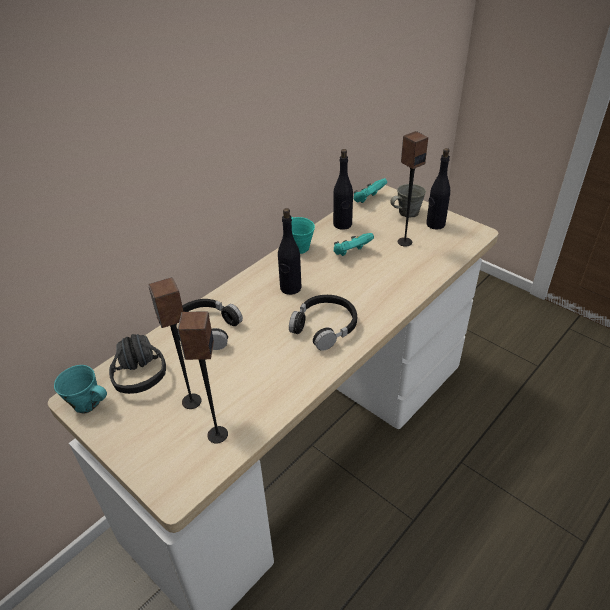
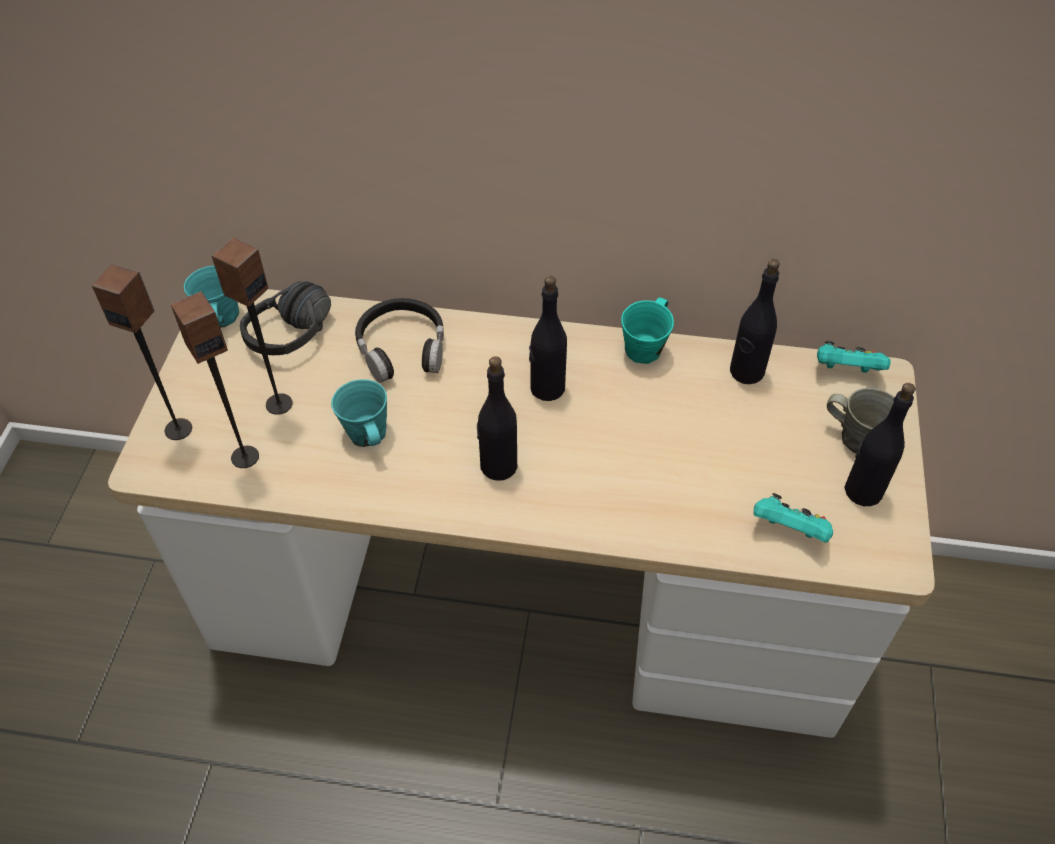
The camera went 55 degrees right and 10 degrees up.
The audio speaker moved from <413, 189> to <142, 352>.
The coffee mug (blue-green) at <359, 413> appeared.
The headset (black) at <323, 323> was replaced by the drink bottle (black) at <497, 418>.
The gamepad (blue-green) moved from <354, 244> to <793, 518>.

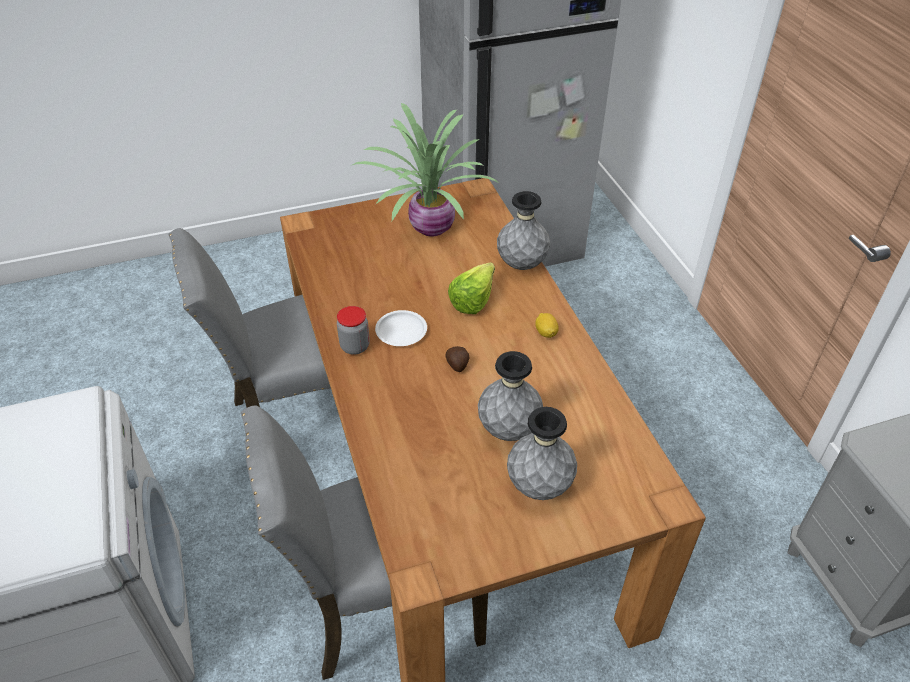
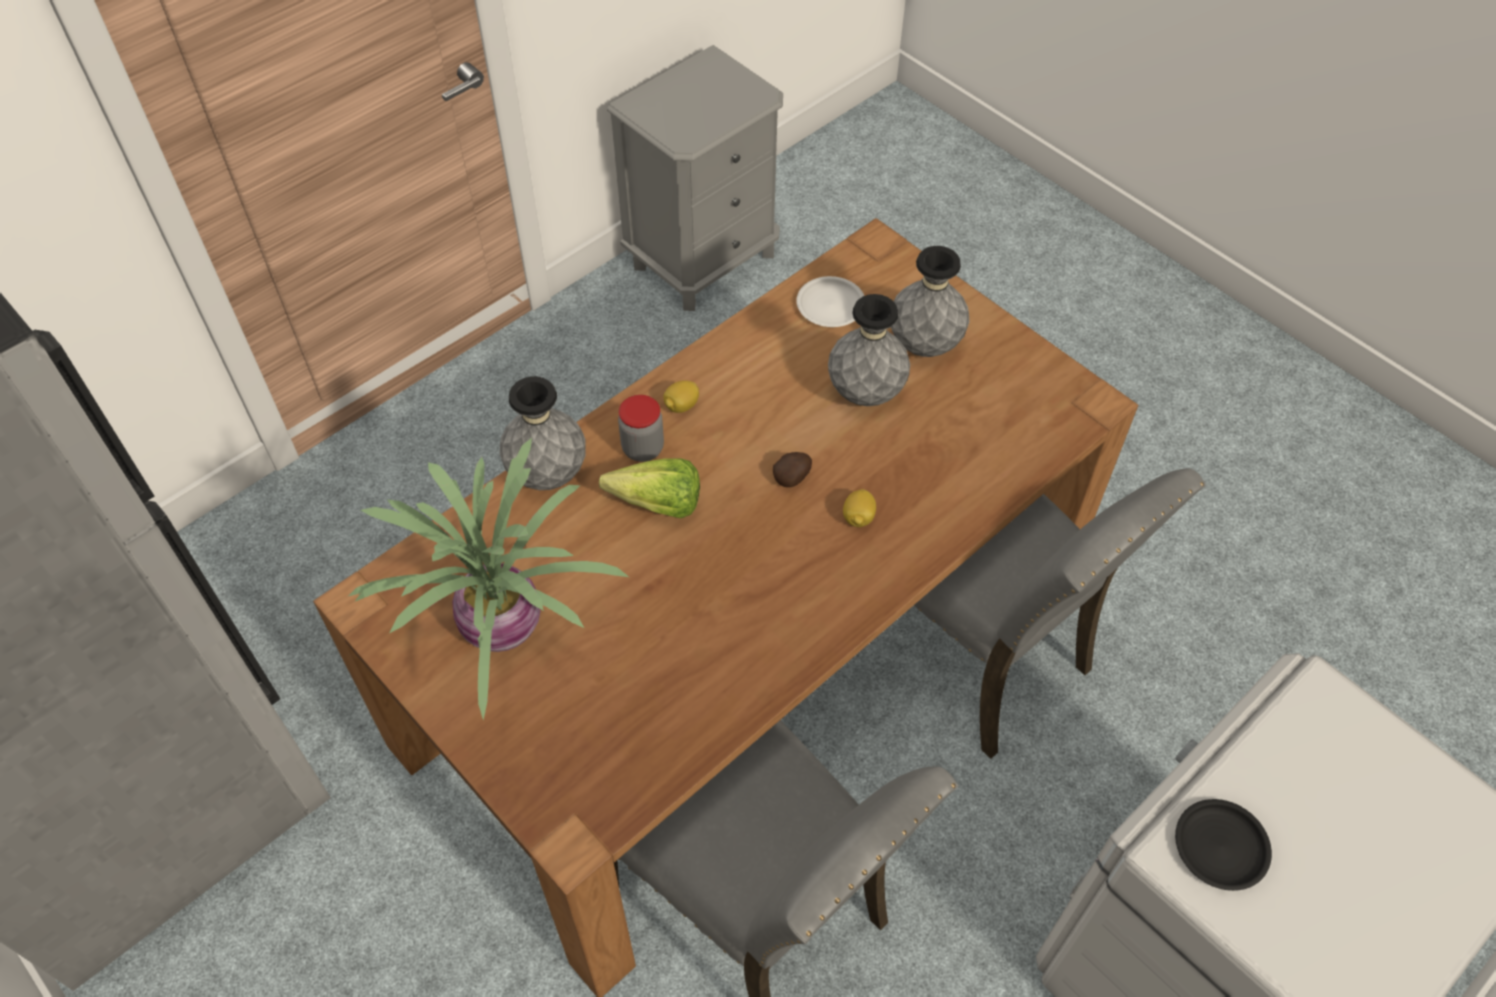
The camera went 115 degrees left and 10 degrees up.
The storage jar moved from <353, 330> to <641, 428>.
The dinner plate (whitish) moved from <401, 328> to <830, 301>.
The citrus fruit at <859, 508> appeared.
The dinner plate (black) at <1223, 845> appeared.

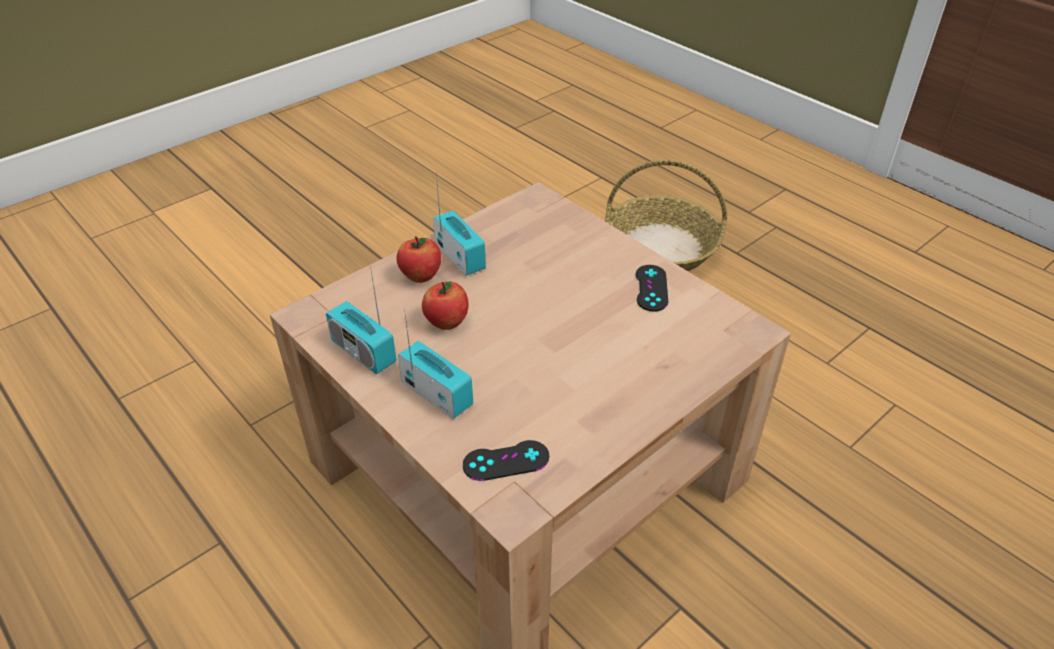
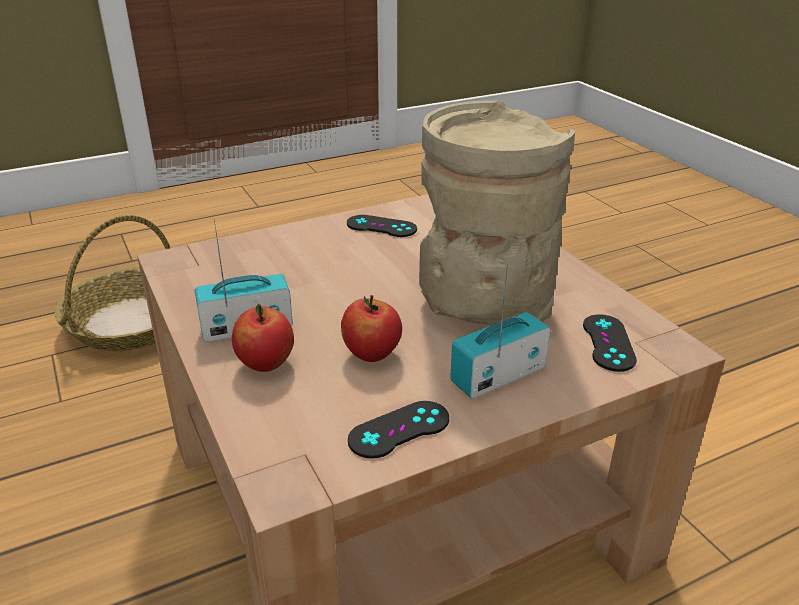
The camera went 75 degrees left and 10 degrees down.
The radio at <361, 319> was replaced by the gamepad (black) at <398, 430>.
The vase (sand-coloured) at <497, 212> appeared.

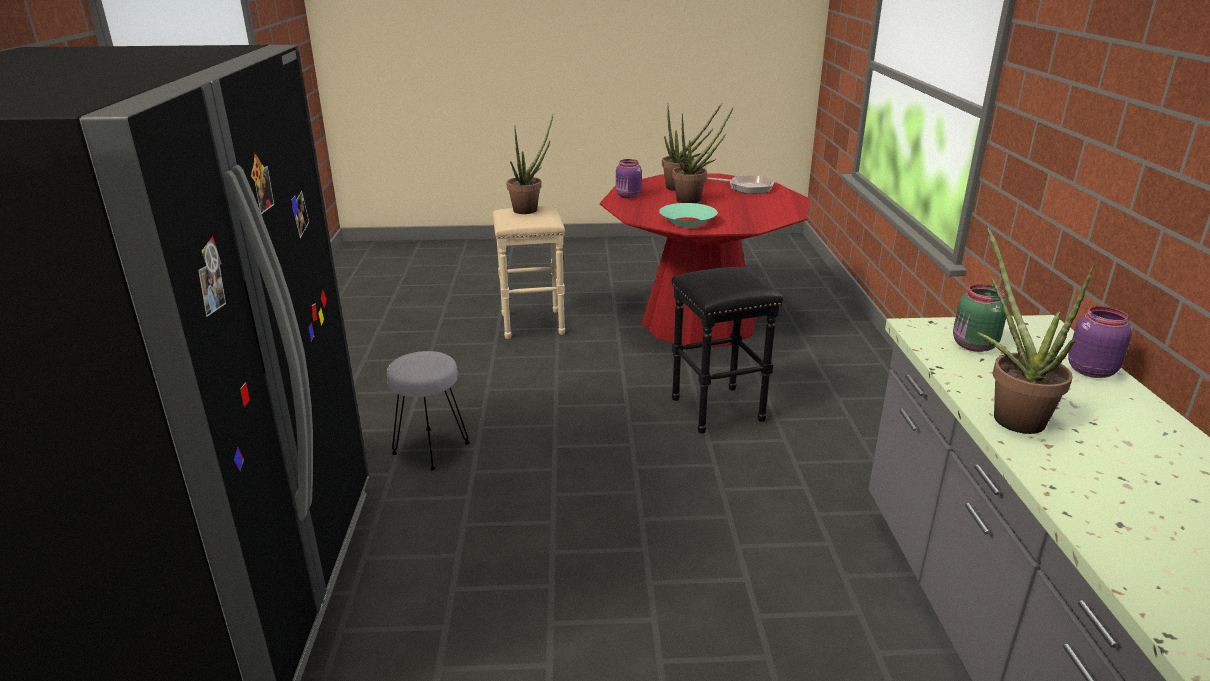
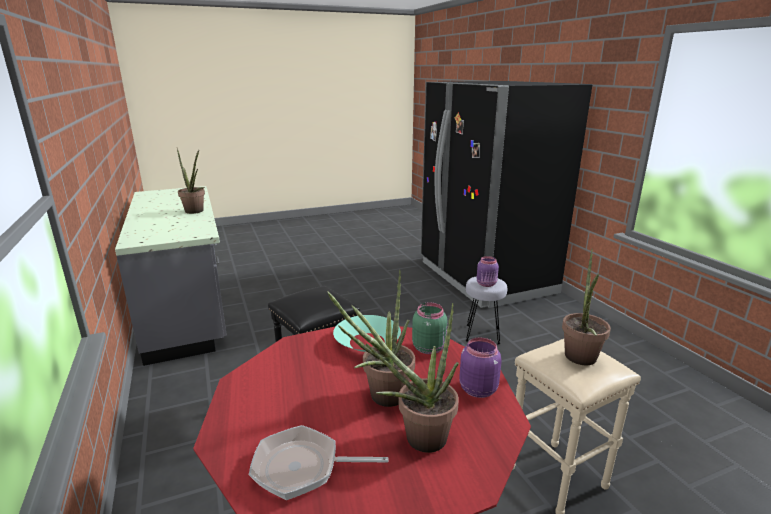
The camera went 160 degrees right and 5 degrees down.
The storage jar (green) moved from <980, 318> to <429, 328>.
The storage jar (purple-coloured) moved from <1100, 342> to <488, 271>.

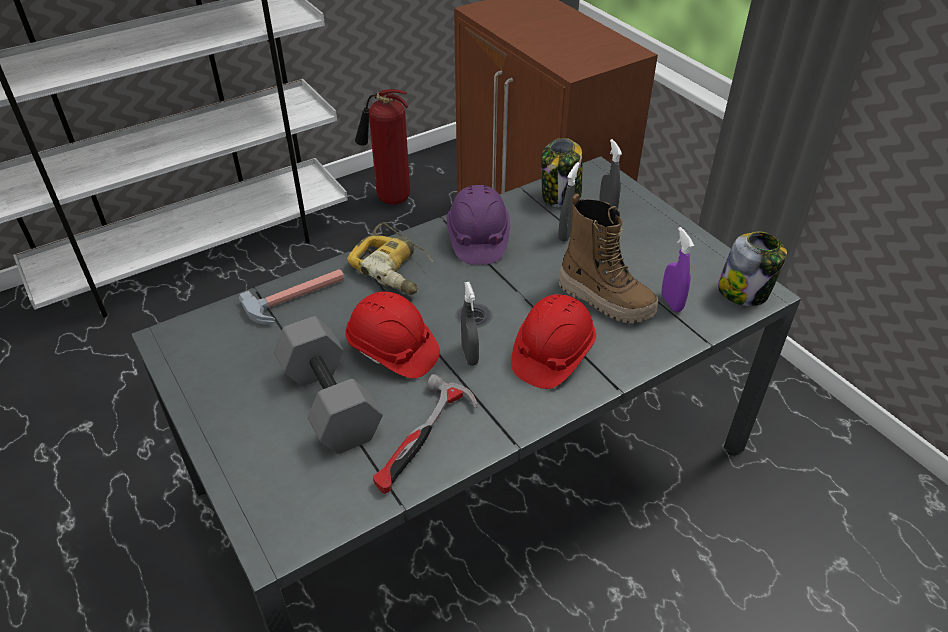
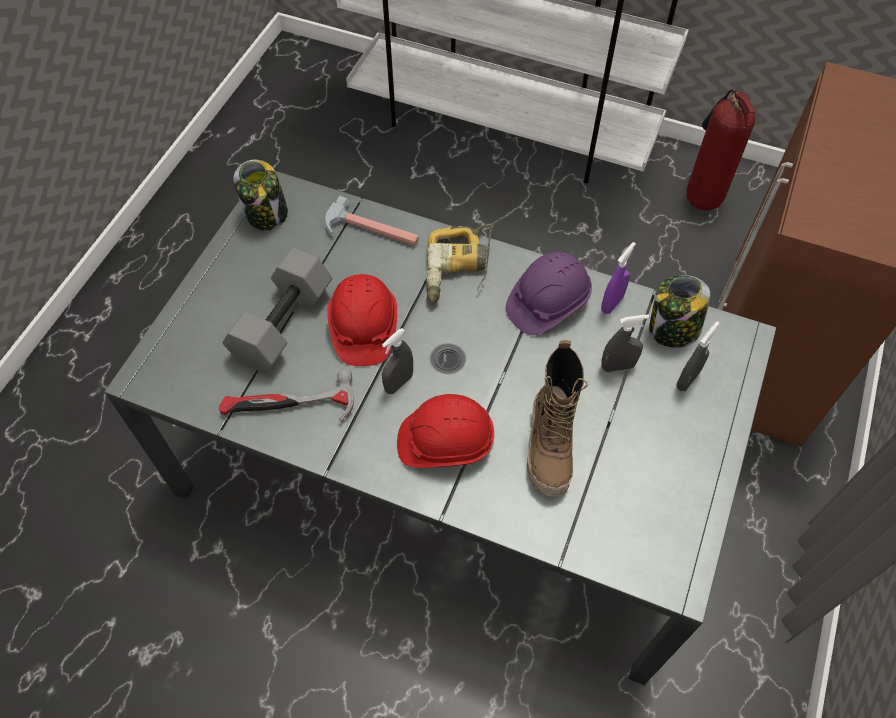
The camera went 55 degrees right and 15 degrees up.
The storage jar moved from <752, 269> to <260, 195>.
The sprayer (purple-coloured) moved from <678, 269> to <618, 278>.

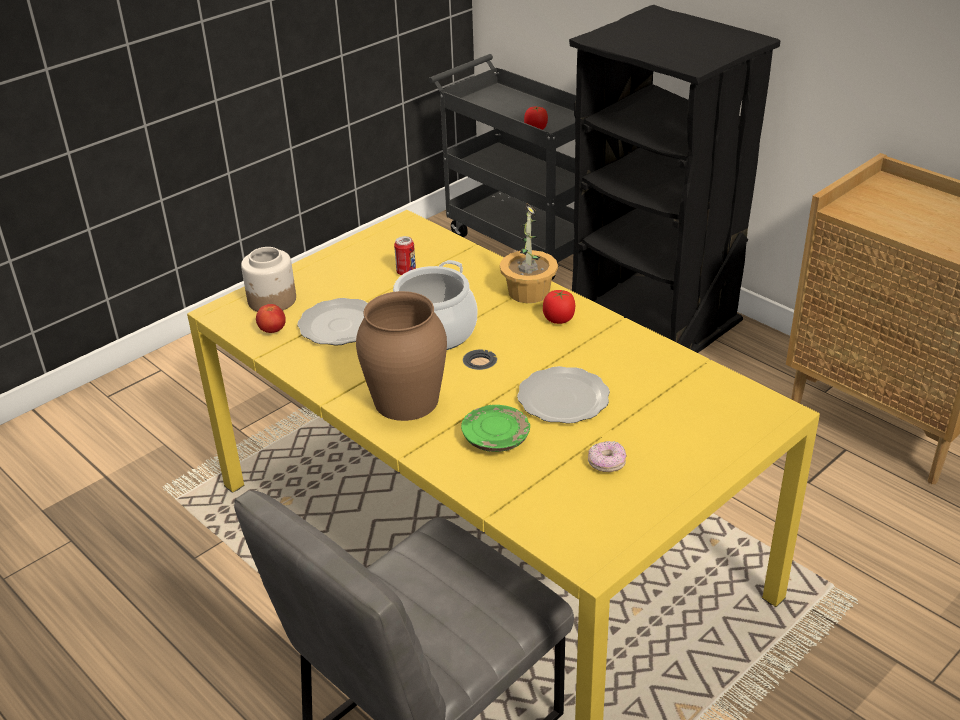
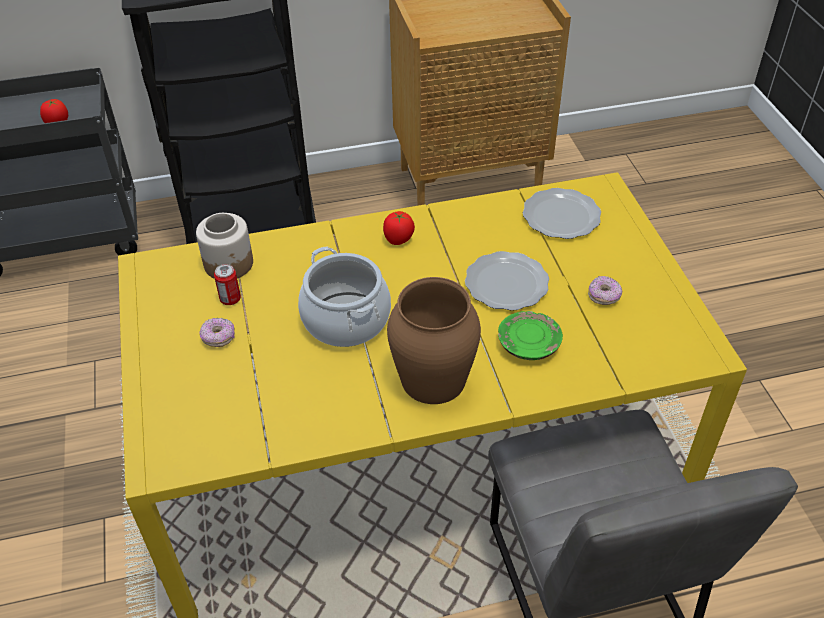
The camera went 60 degrees left and 10 degrees up.
The storage jar moved from <268, 279> to <224, 246>.
The donut at <217, 332> appeared.
The dinner plate moved from <332, 322> to <562, 213>.
The tomato at <271, 318> disappeared.
The plant in a pot at <529, 253> disappeared.

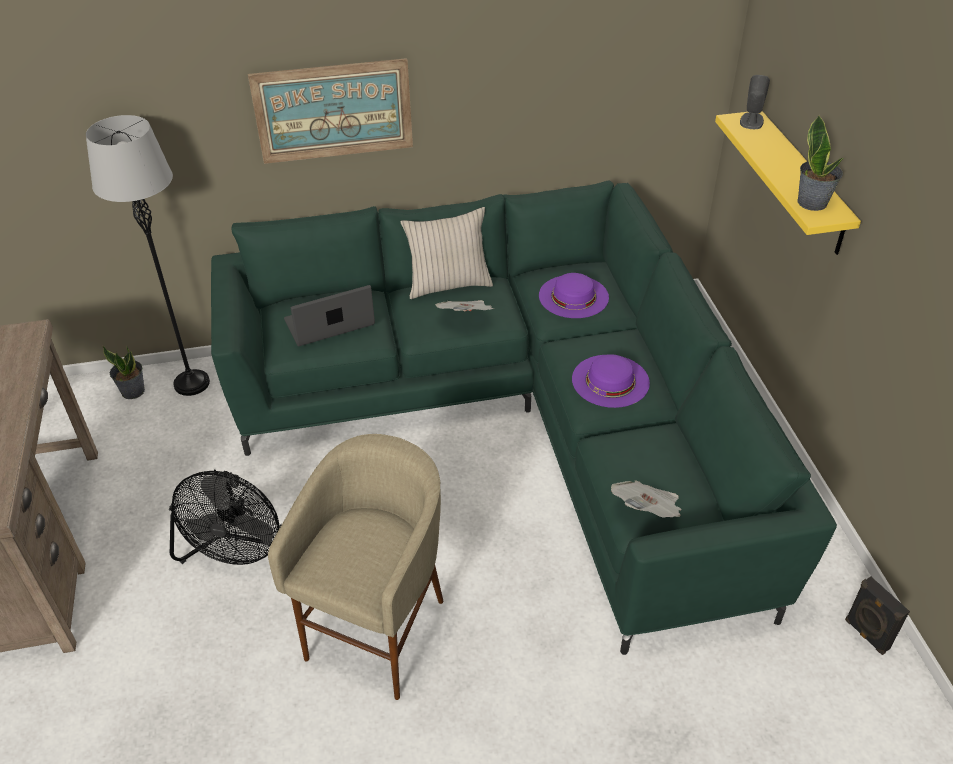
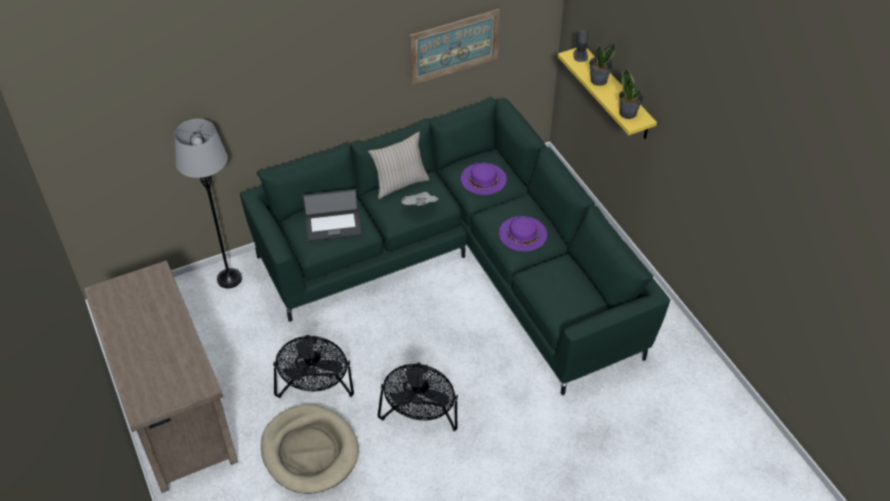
The camera went 15 degrees left and 5 degrees up.
The pet bed (sand-coloured) at <310, 449> appeared.
The laptop at <329, 315> turned 150 degrees counterclockwise.
The sitting stool (sand-coloured) at <355, 567> was replaced by the cooling fan (black) at <418, 397>.
The wall art moved from <330, 111> to <455, 47>.
The plant in a pot moved from <123, 372> to <602, 64>.
The daily paper at <646, 499> disappeared.
The audio speaker (black) at <877, 616> disappeared.

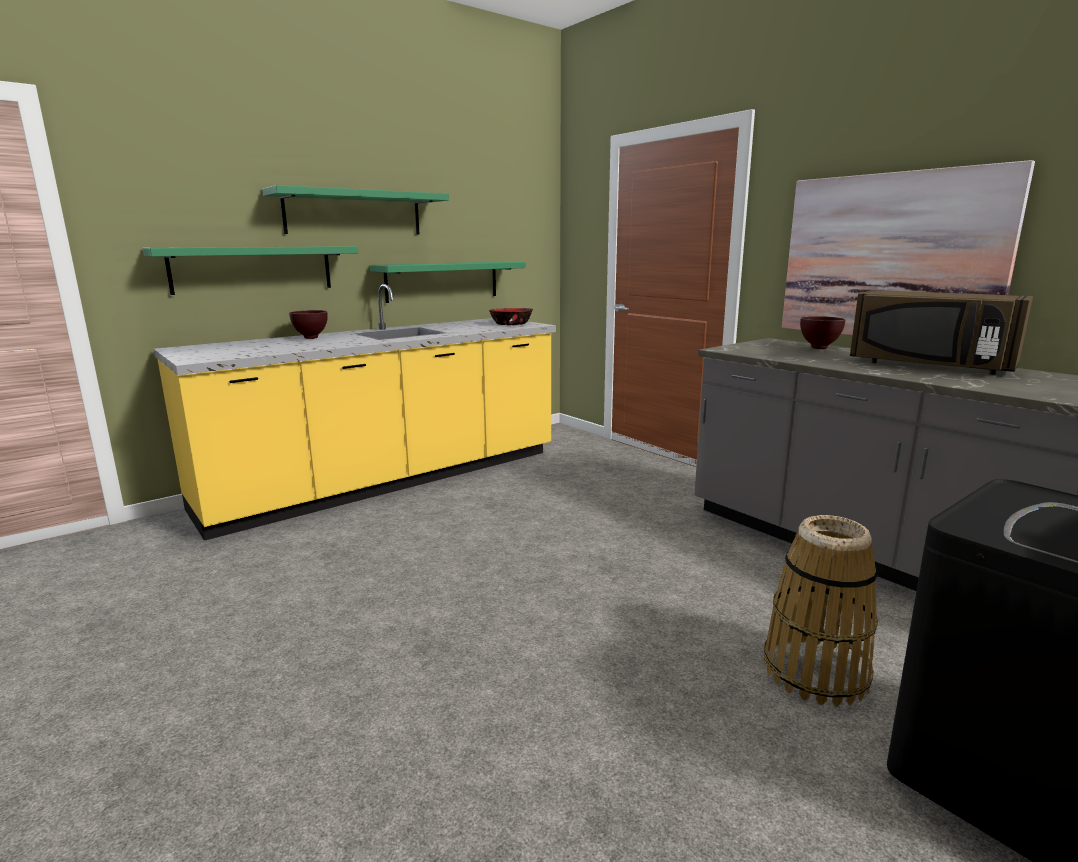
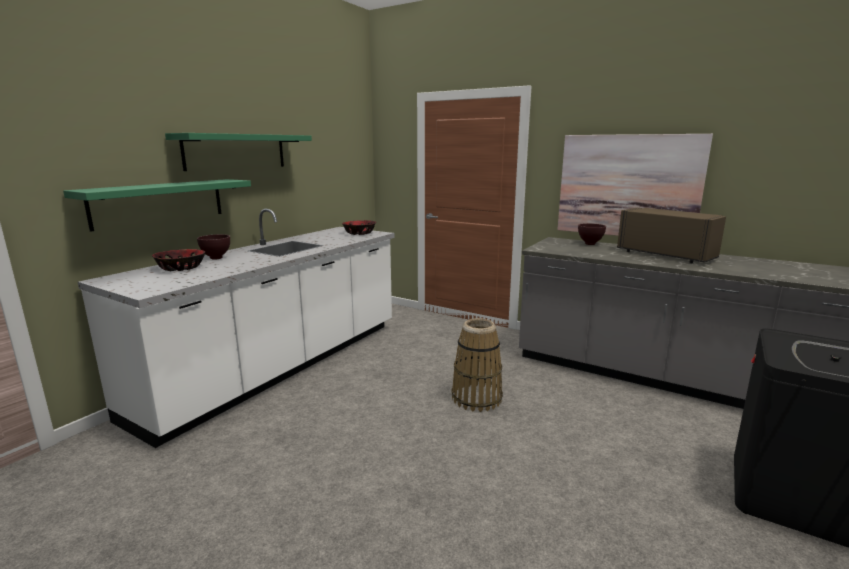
The camera went 20 degrees left and 0 degrees up.
The kitchen base unit (yellow) at <354, 412> became the kitchen base unit (whitish) at <236, 328>.
The bowl at <178, 260> appeared.
The storage basket moved from <821, 610> to <477, 365>.
The microwave oven (brownish) at <941, 332> turned 150 degrees counterclockwise.
The wall shelf (green) at <448, 282> disappeared.

